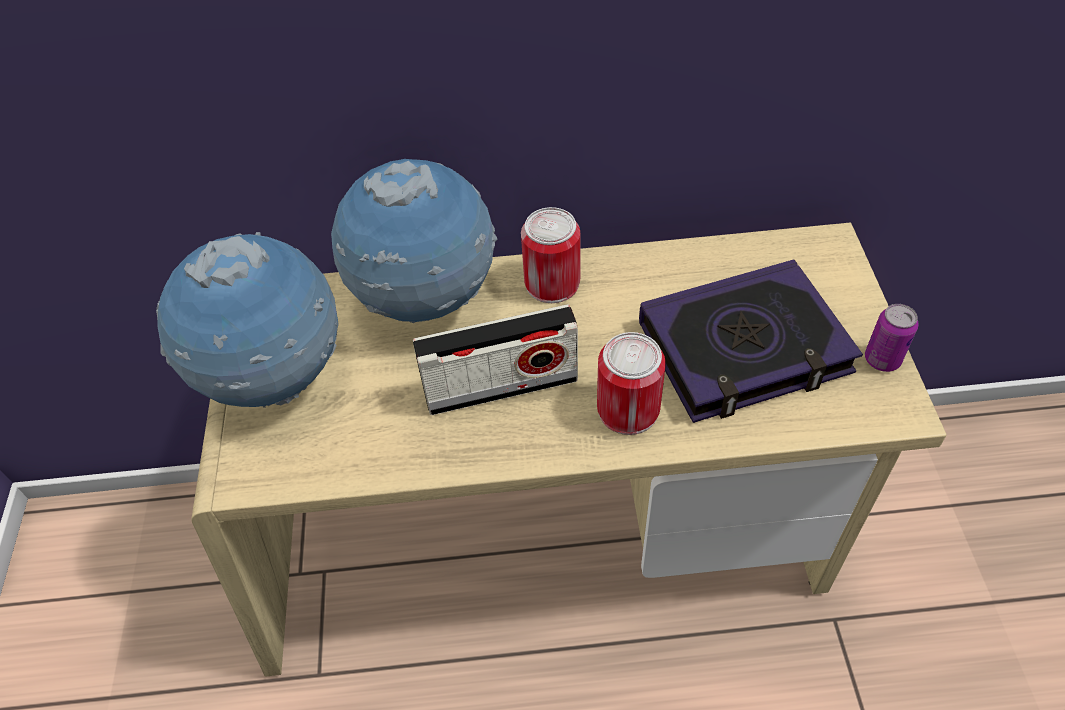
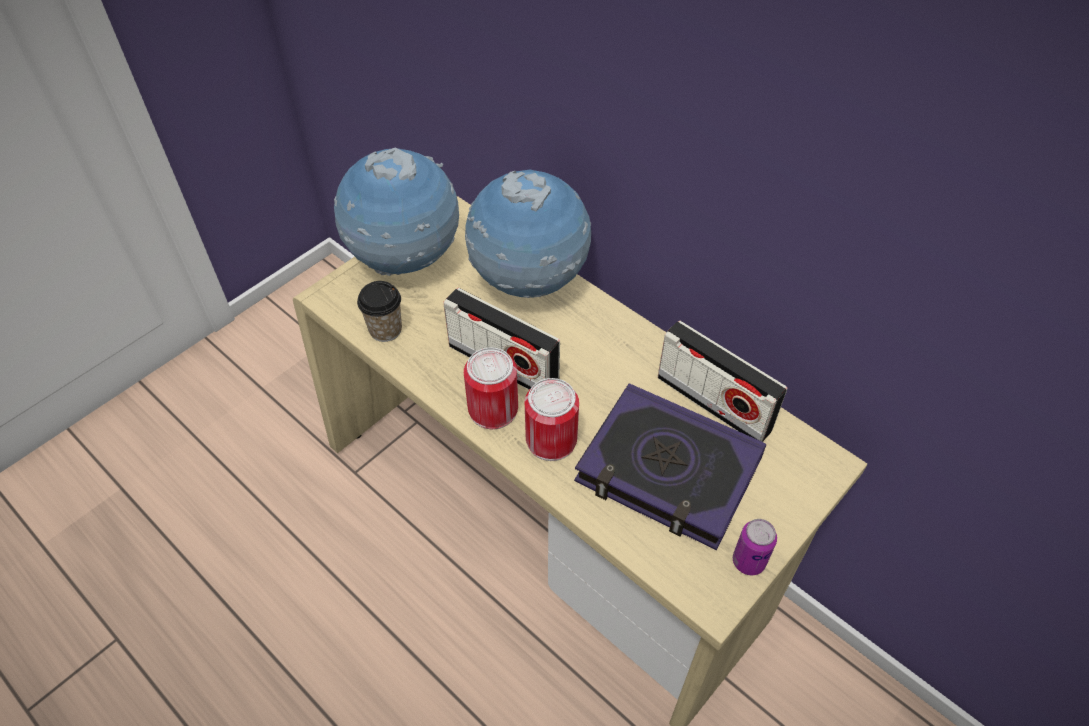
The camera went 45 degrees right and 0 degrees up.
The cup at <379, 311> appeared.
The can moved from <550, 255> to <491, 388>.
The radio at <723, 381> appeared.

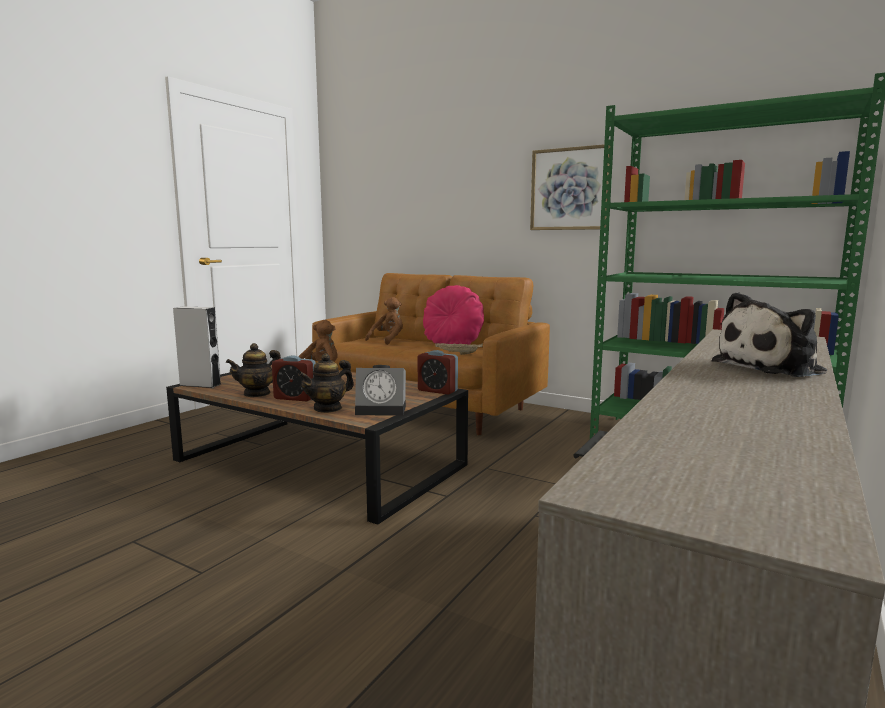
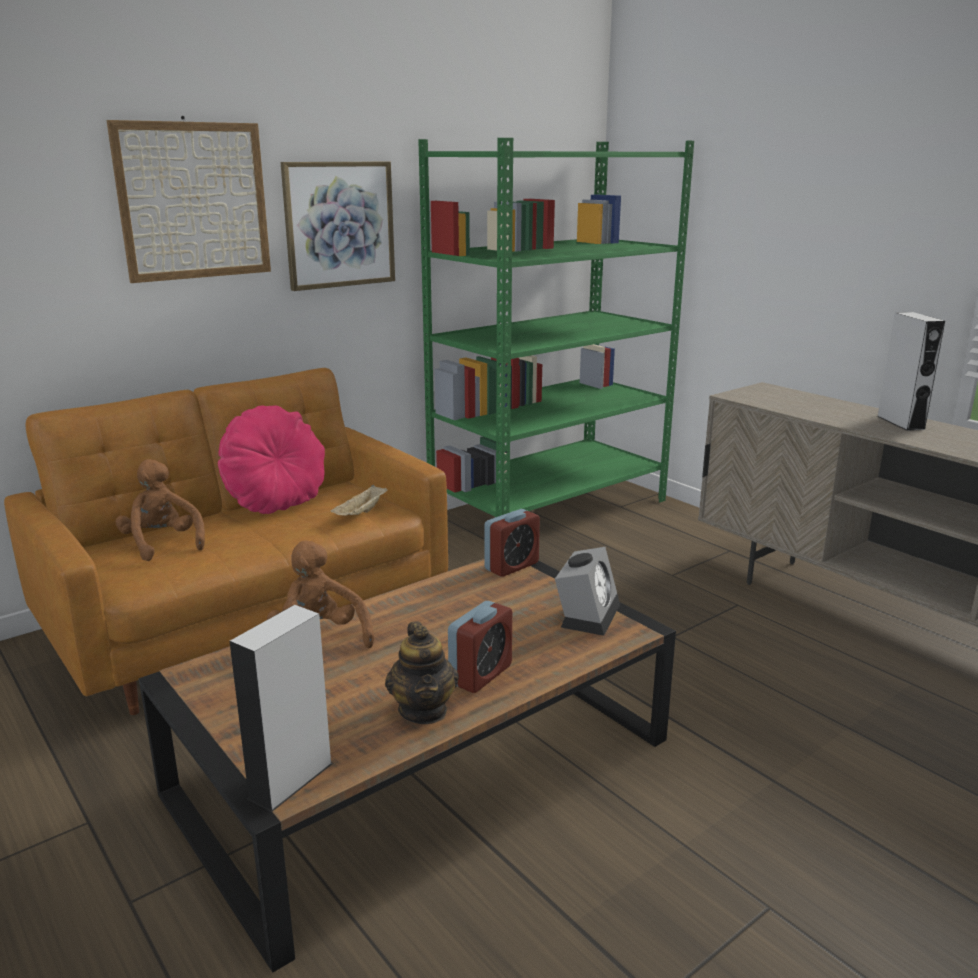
The camera went 70 degrees left and 10 degrees up.
The wall art at <188, 199> appeared.
The cuddly toy at <769, 334> was replaced by the audio speaker (gray) at <911, 371>.
The tea pot at <326, 383> disappeared.

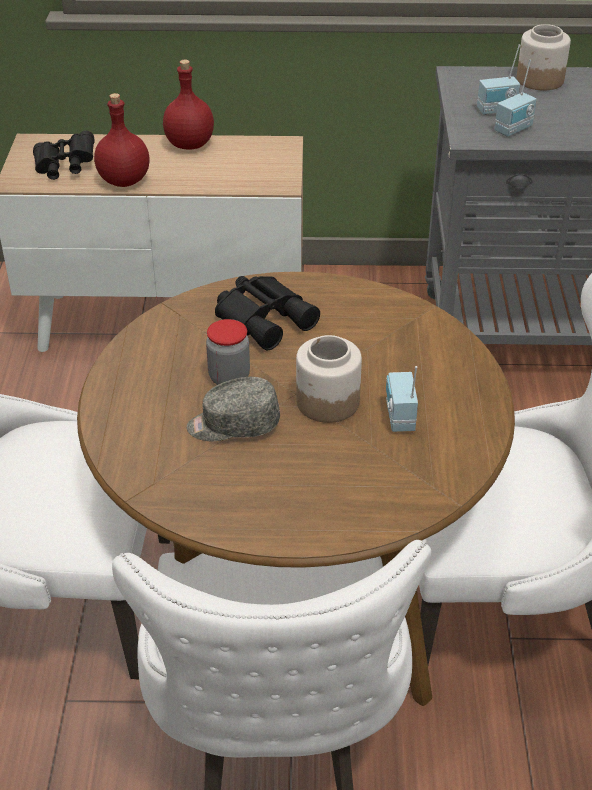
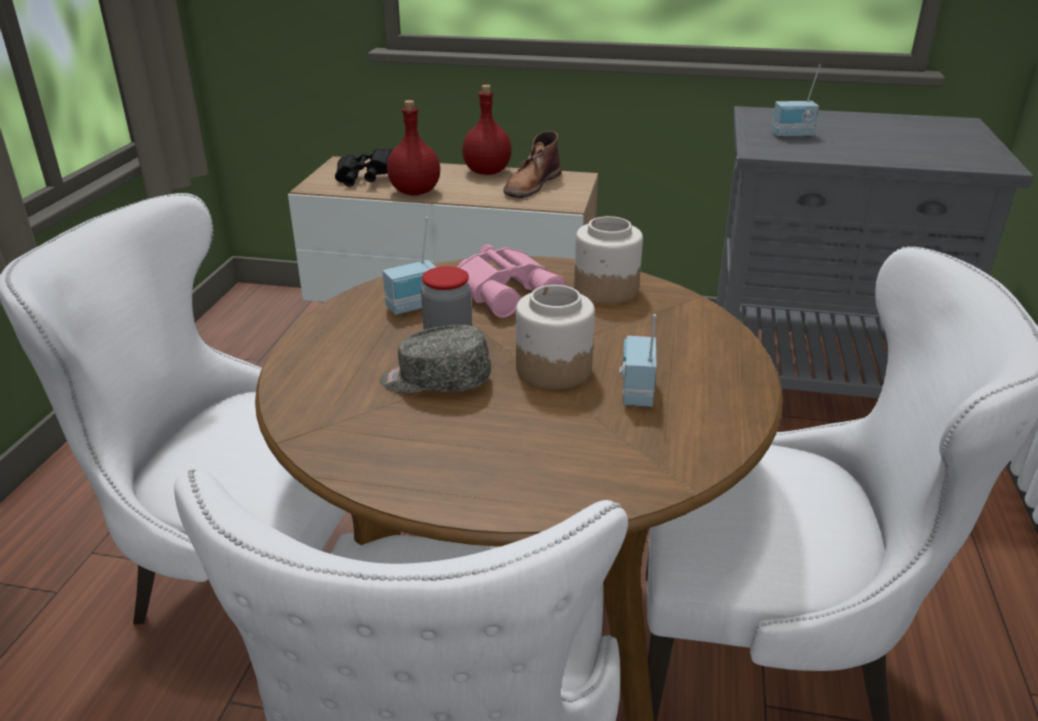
The camera went 10 degrees right and 10 degrees down.
The radio moved from <515, 98> to <409, 266>.
The pair of binoculars (black) at <267, 313> became the pair of binoculars (pinkish) at <512, 281>.
The tall boot (brownish) at <532, 164> appeared.
The storage jar moved from <544, 57> to <608, 260>.

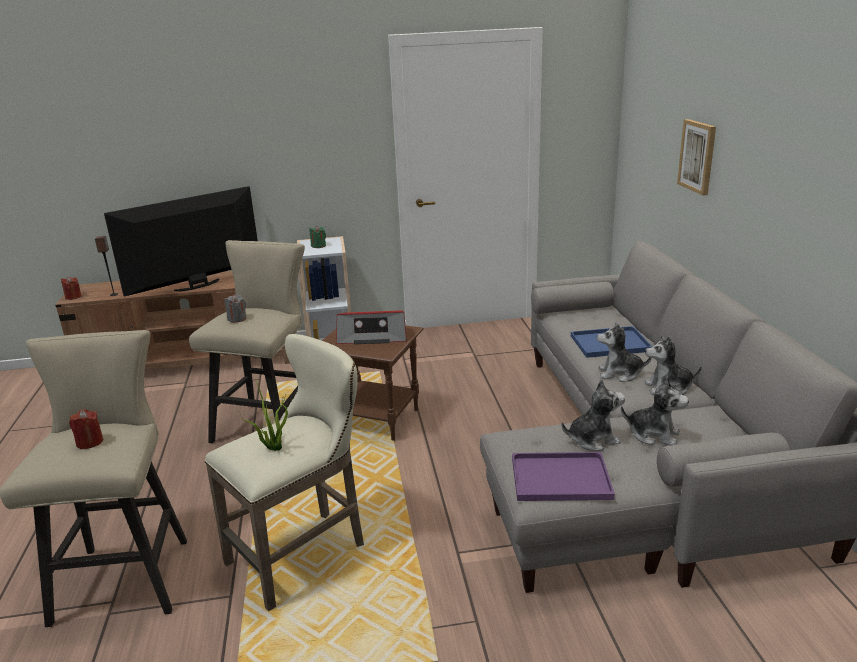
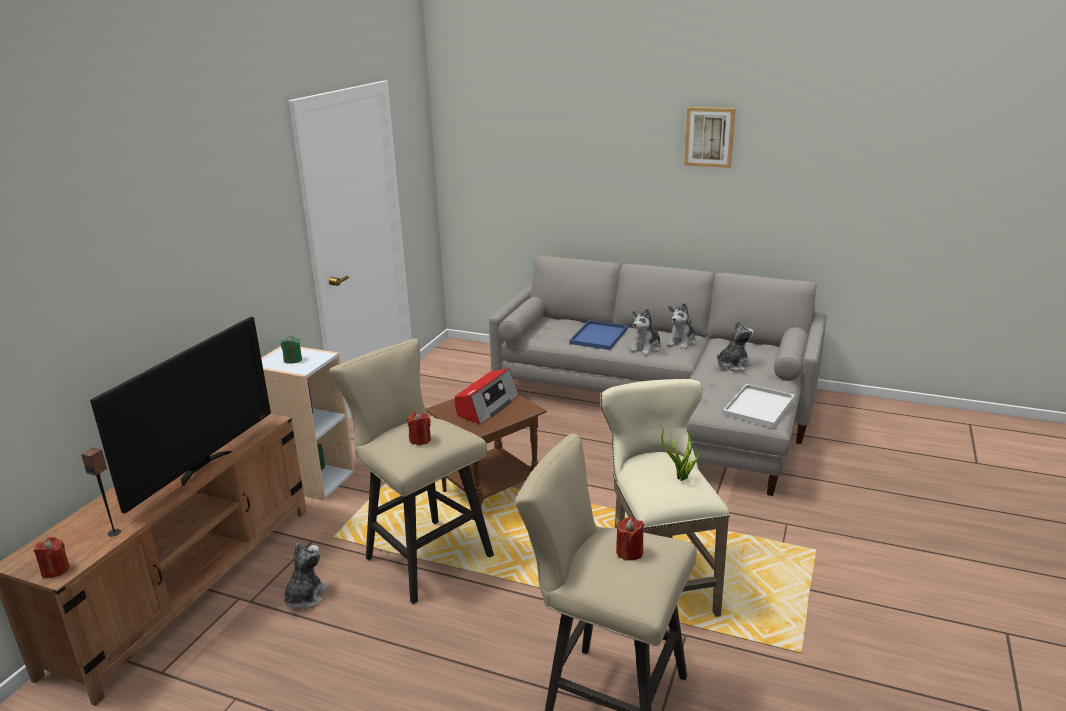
The camera went 60 degrees left and 0 degrees up.
The TV set at <181, 241> turned 150 degrees counterclockwise.
The cuddly toy moved from <593, 415> to <306, 576>.
The candle (gray) at <236, 308> became the candle (red-coloured) at <419, 429>.
The wall art moved from <696, 157> to <710, 137>.
The tray (purple-coloured) at <563, 476> became the tray (whitish) at <759, 406>.

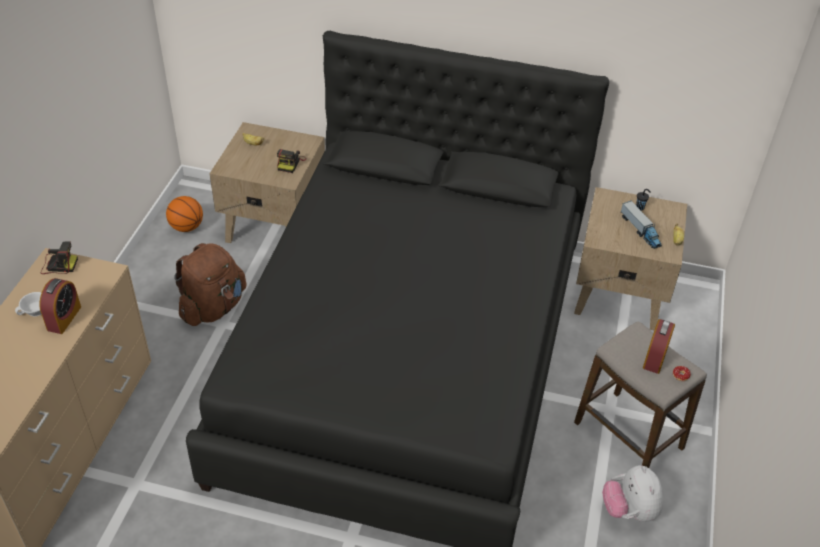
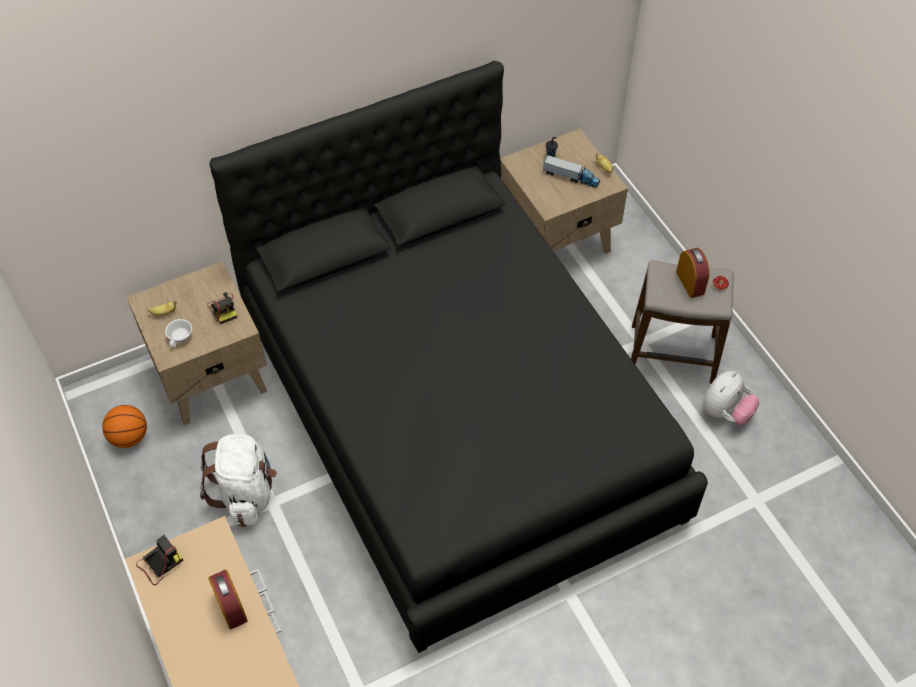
The camera went 40 degrees left and 10 degrees up.
The cup (whitish) moved from <28, 304> to <178, 333>.
The knapsack (brownish) at <210, 284> became the knapsack (whitish) at <238, 480>.
The cuddly toy at <632, 493> turned 90 degrees counterclockwise.

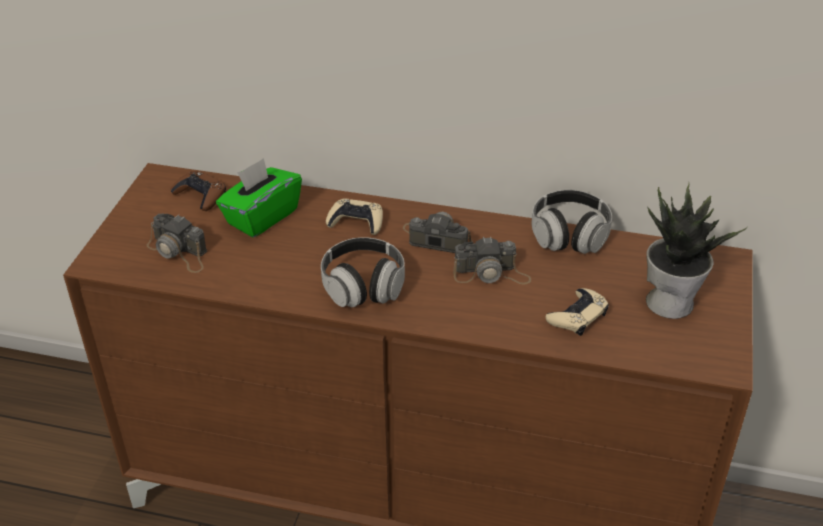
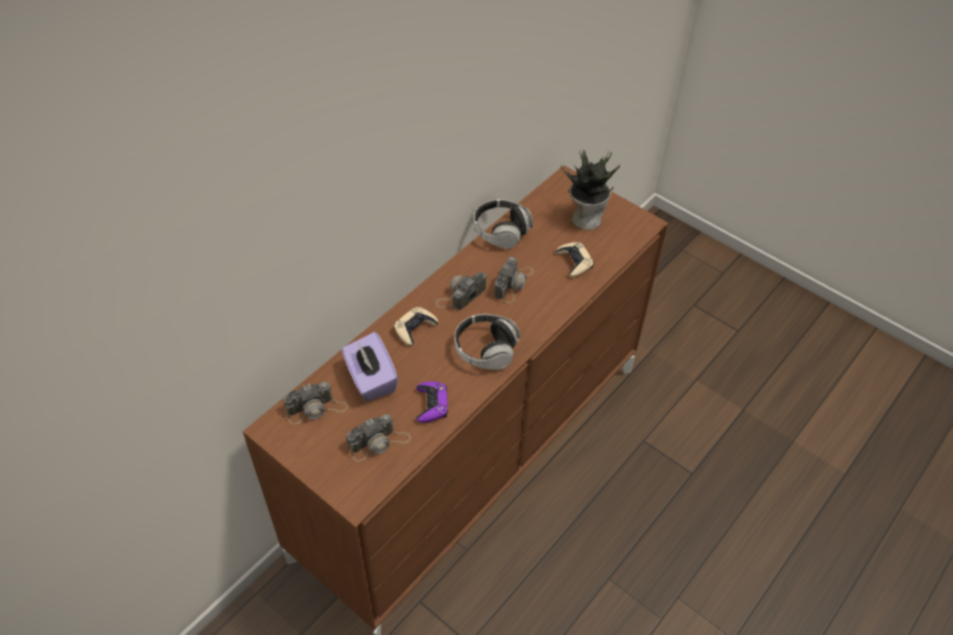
The camera went 65 degrees left and 10 degrees up.
The gamepad (brownish) at <198, 191> was replaced by the still camera at <315, 403>.
The box of tissues (green) at <259, 198> became the box of tissues (purple-coloured) at <370, 367>.
The gamepad (purple-coloured) at <432, 402> appeared.

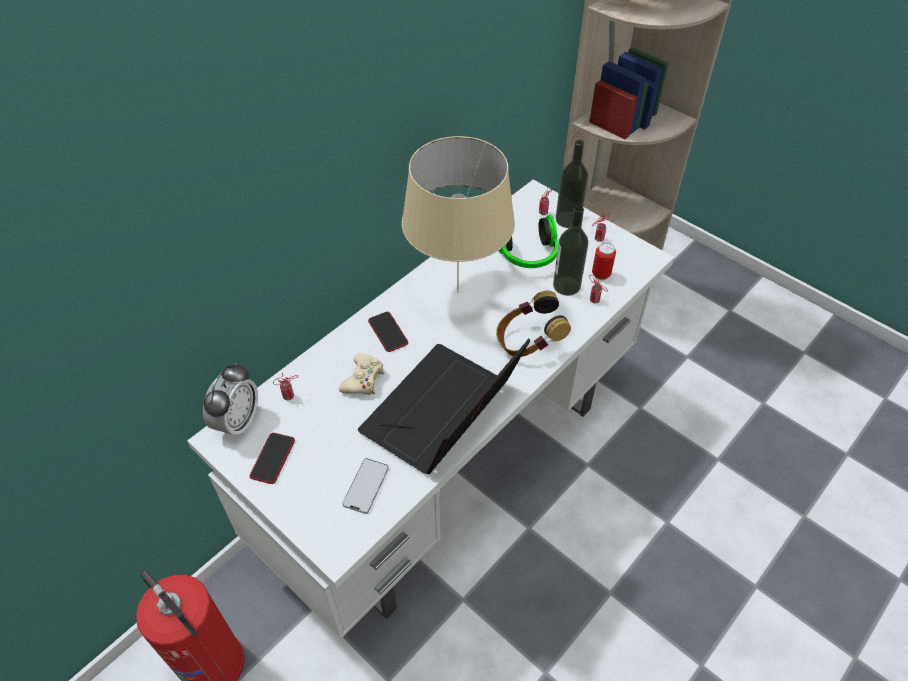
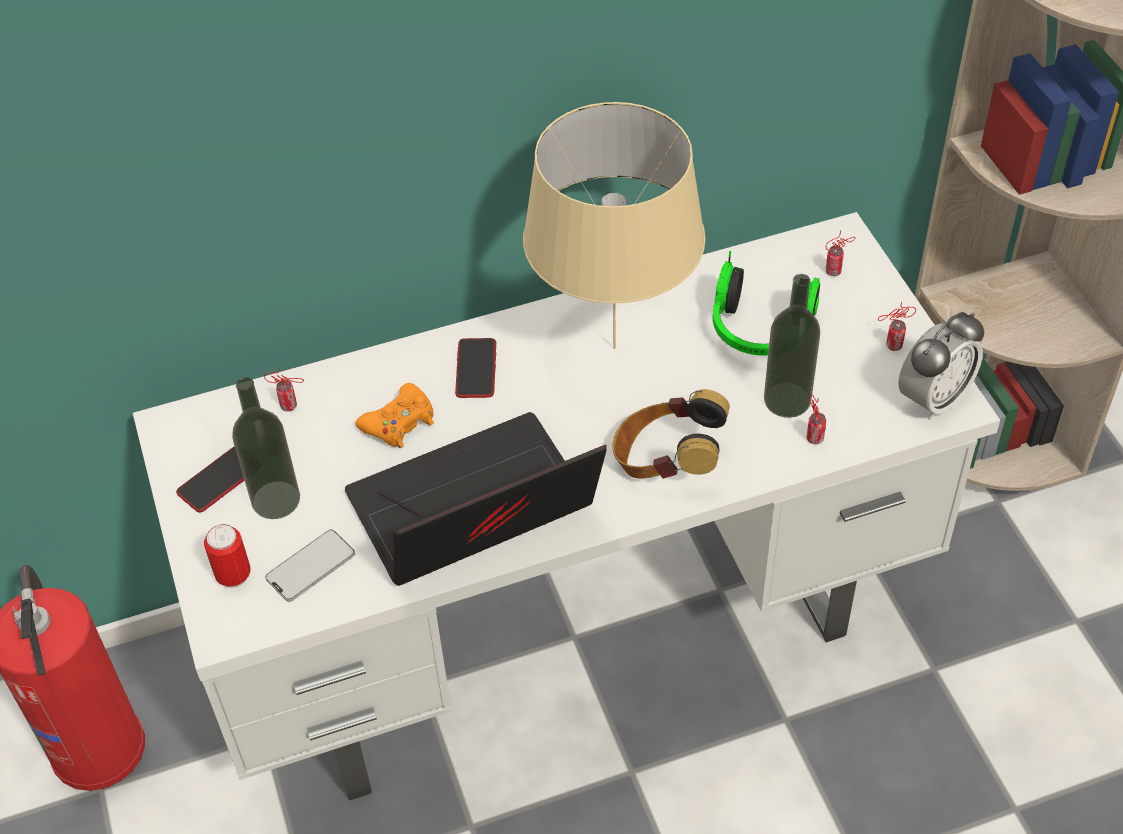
The camera went 30 degrees right and 0 degrees up.
The can moved from <604, 261> to <227, 556>.
The drink bottle moved from <572, 184> to <266, 448>.
The gamepad (sand-coloured) at <362, 374> became the gamepad (orange) at <394, 415>.
The table clock moved from <230, 400> to <941, 366>.

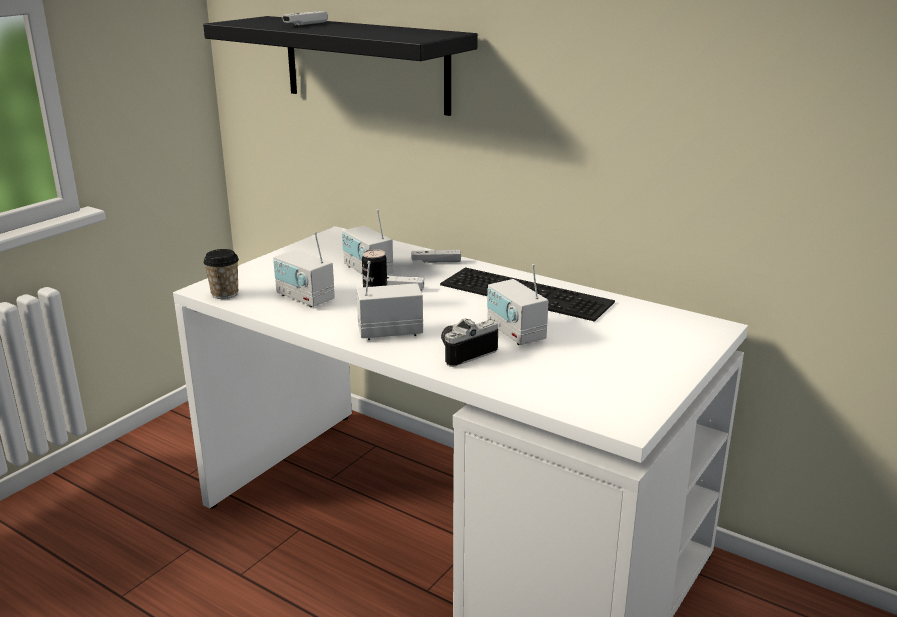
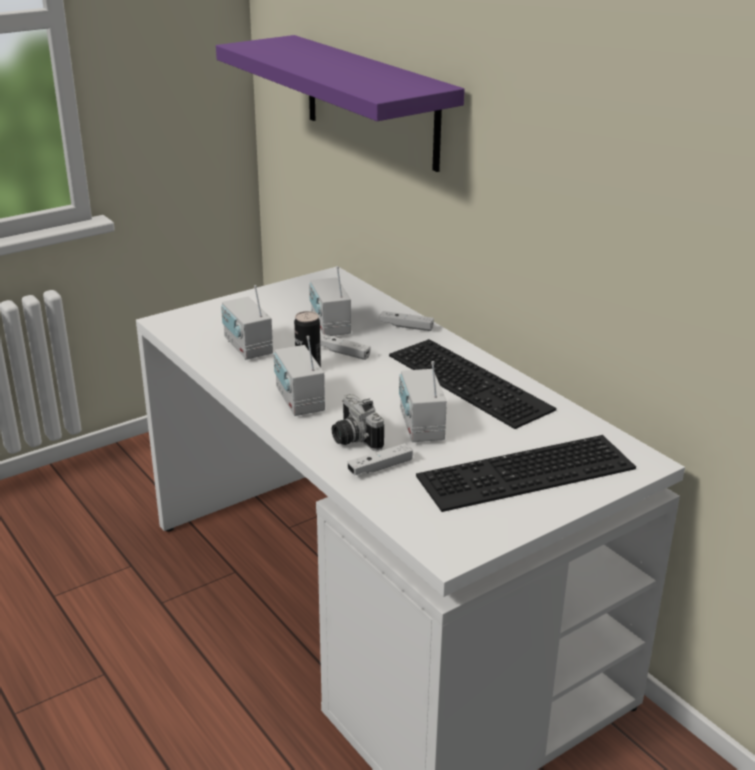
The camera went 20 degrees right and 5 degrees up.
The wall shelf (black) at <340, 66> became the wall shelf (purple-coloured) at <340, 103>.
The radio at <389, 300> turned 120 degrees counterclockwise.
The still camera at <469, 342> turned 105 degrees counterclockwise.
The gamepad (whitish) moved from <305, 18> to <380, 459>.
The PC keyboard at <526, 473> appeared.
The cup at <221, 274> disappeared.

